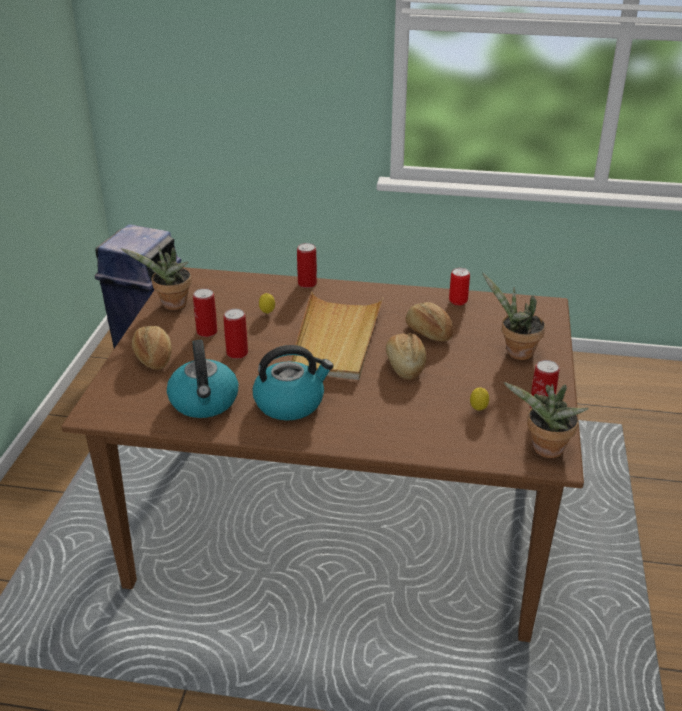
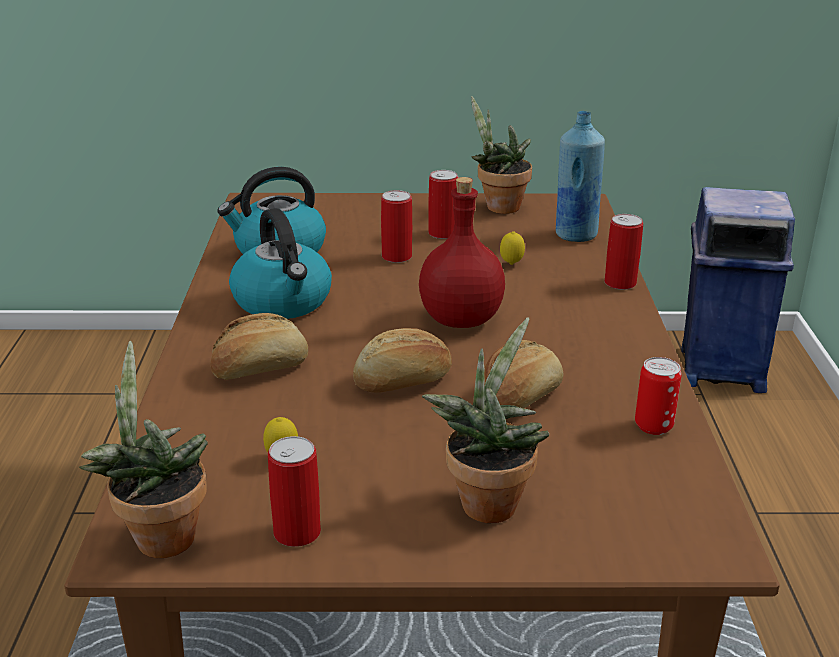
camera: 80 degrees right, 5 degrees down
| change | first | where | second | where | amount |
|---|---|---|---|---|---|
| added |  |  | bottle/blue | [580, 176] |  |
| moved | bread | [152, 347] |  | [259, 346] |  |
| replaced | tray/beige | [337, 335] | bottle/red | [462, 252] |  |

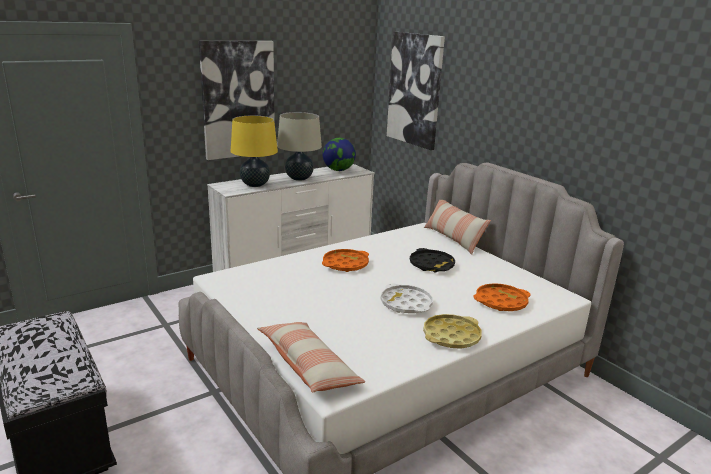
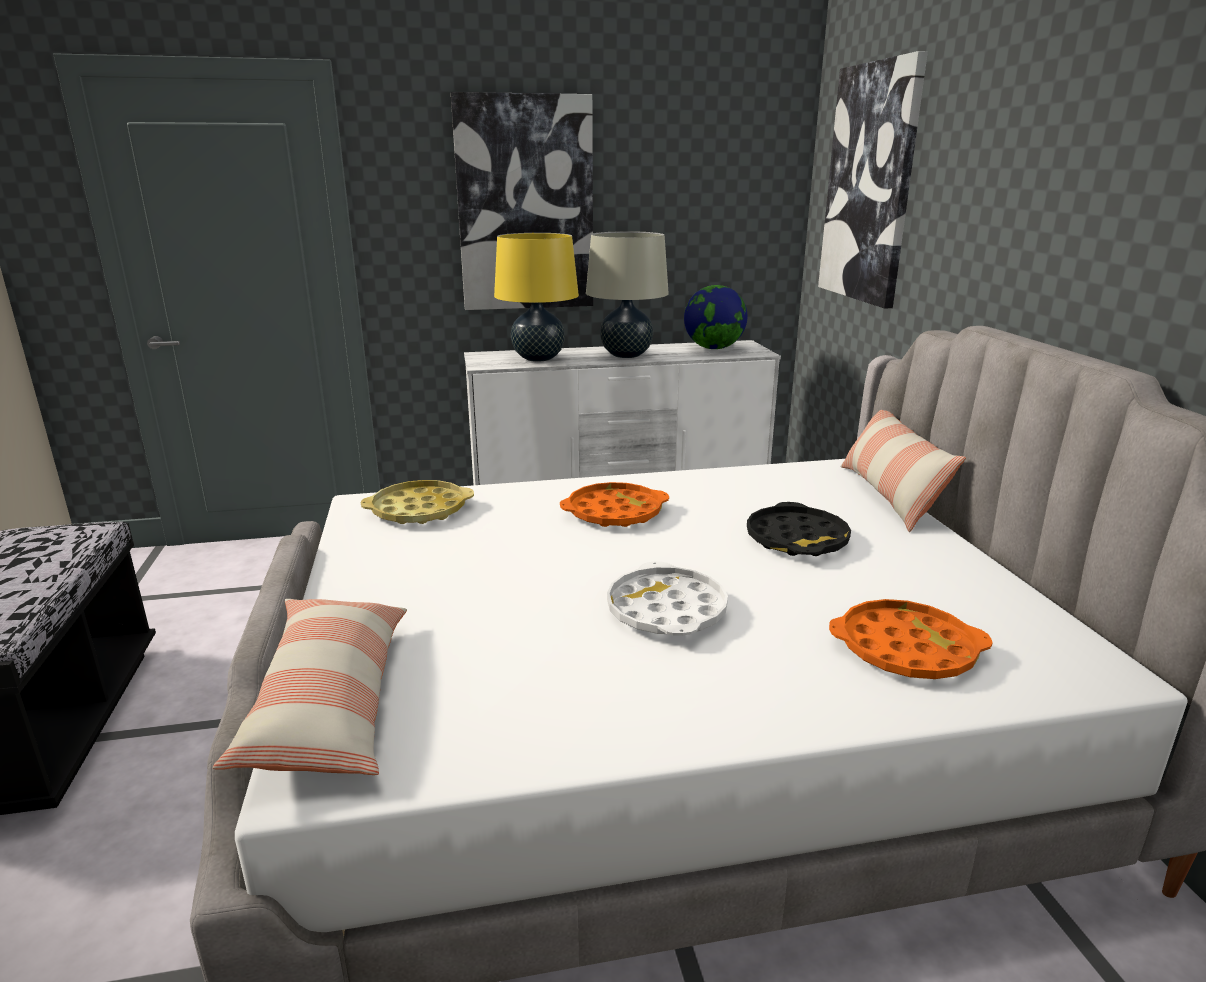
camera: 25 degrees right, 0 degrees up
| change | first | where | second | where | amount |
|---|---|---|---|---|---|
| moved | tray/yellow | [452, 331] |  | [417, 502] |  |

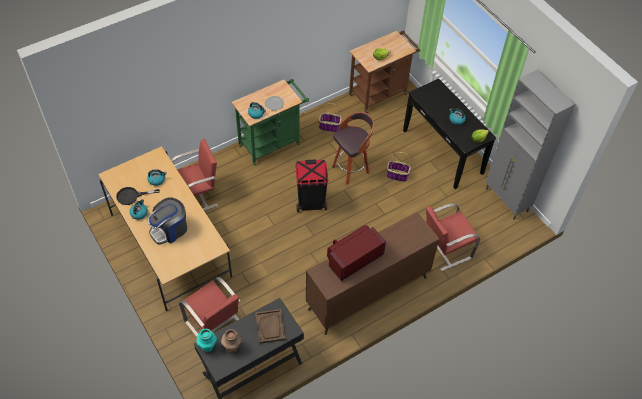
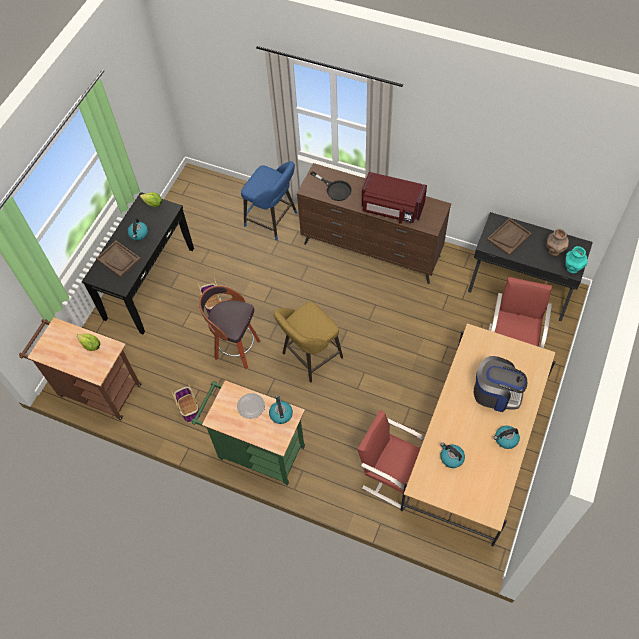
camera: 120 degrees left, 5 degrees up
| change | first | where | second | where | amount |
|---|---|---|---|---|---|
| removed | cabinet/grey | [530, 144] |  |  |  |
| added |  |  | tray/brown | [118, 259] |  |
| moved | frying pan/black | [138, 196] |  | [331, 186] |  |
| replaced | trash can/black | [311, 185] | stool/yellow | [308, 342] |  |
| replaced | chair/red | [453, 237] | stool/blue | [269, 201] |  |

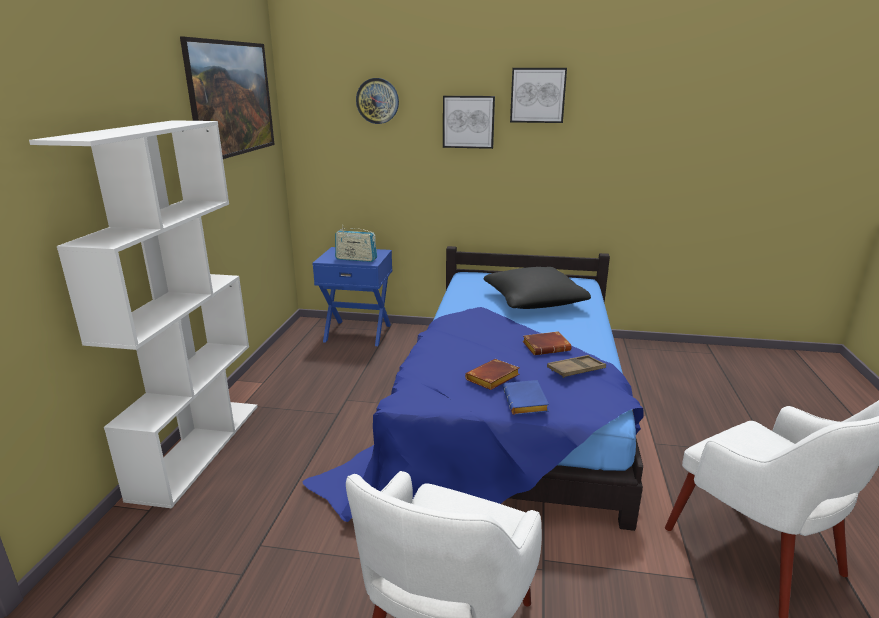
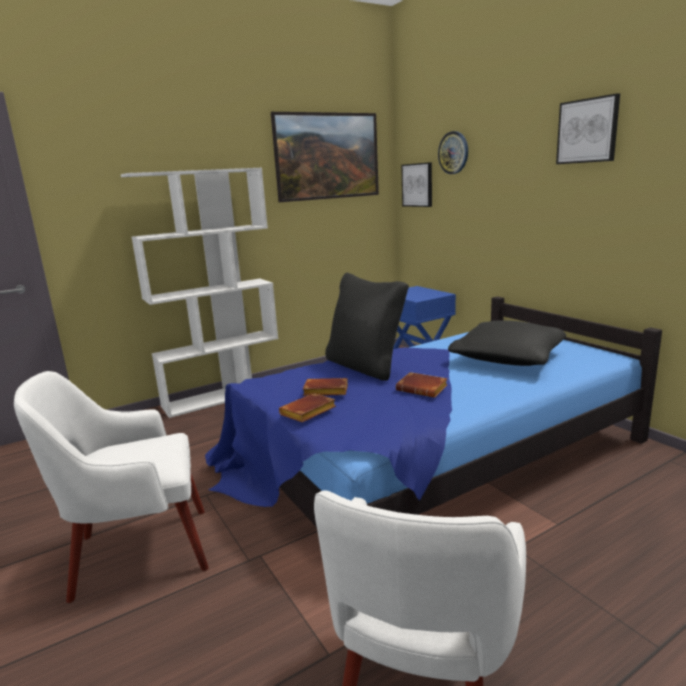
camera: 50 degrees right, 5 degrees down
| change | first | where | second | where | amount |
|---|---|---|---|---|---|
| removed | radio | [356, 243] |  |  |  |
| removed | tray/brown | [576, 366] |  |  |  |
| added |  |  | pillow/black | [367, 327] |  |
| moved | picture | [469, 122] |  | [416, 184] |  |
| recoloured | book/blue | [526, 397] | book/brown | [307, 407] |  |

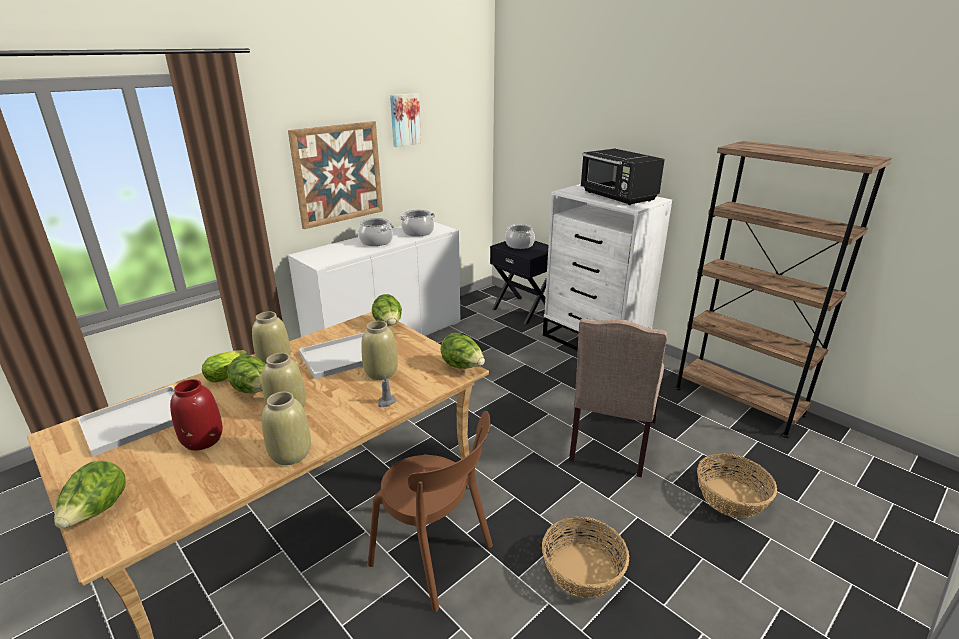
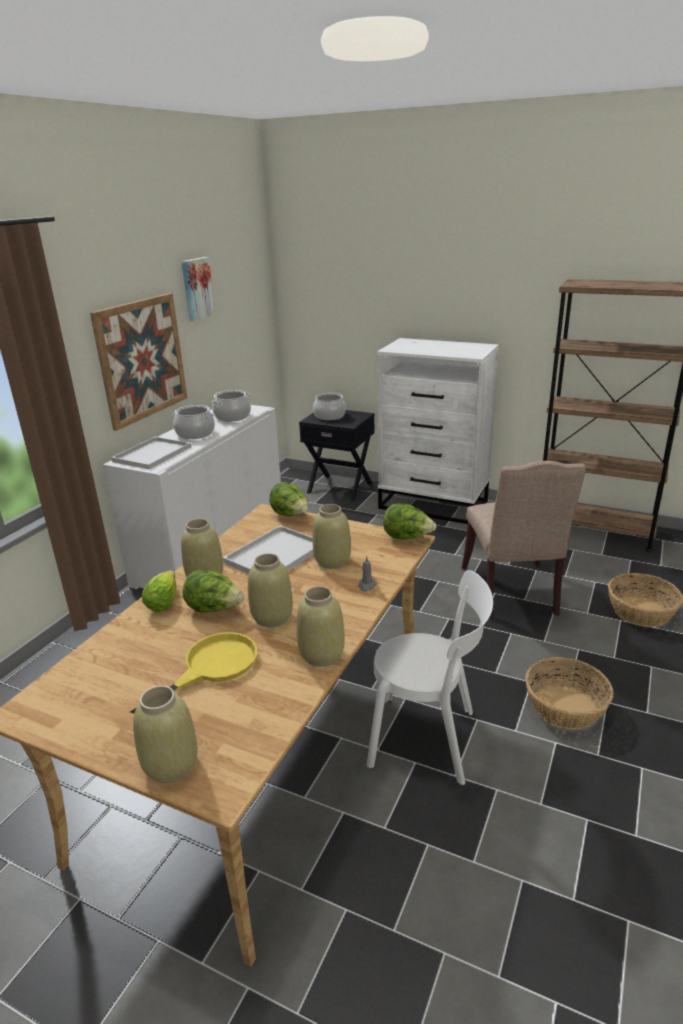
camera: 20 degrees left, 0 degrees up
| change | first | where | second | where | amount |
|---|---|---|---|---|---|
| removed | microwave/black | [622, 177] |  |  |  |
| moved | tray/white | [126, 420] |  | [151, 453] |  |
| replaced | lettuce | [90, 494] | vase/beige | [165, 734] |  |
| replaced | vase/red | [196, 415] | frying pan/yellow | [193, 674] |  |
| recoloured | chair/brown | [430, 511] | chair/white | [430, 677] |  |

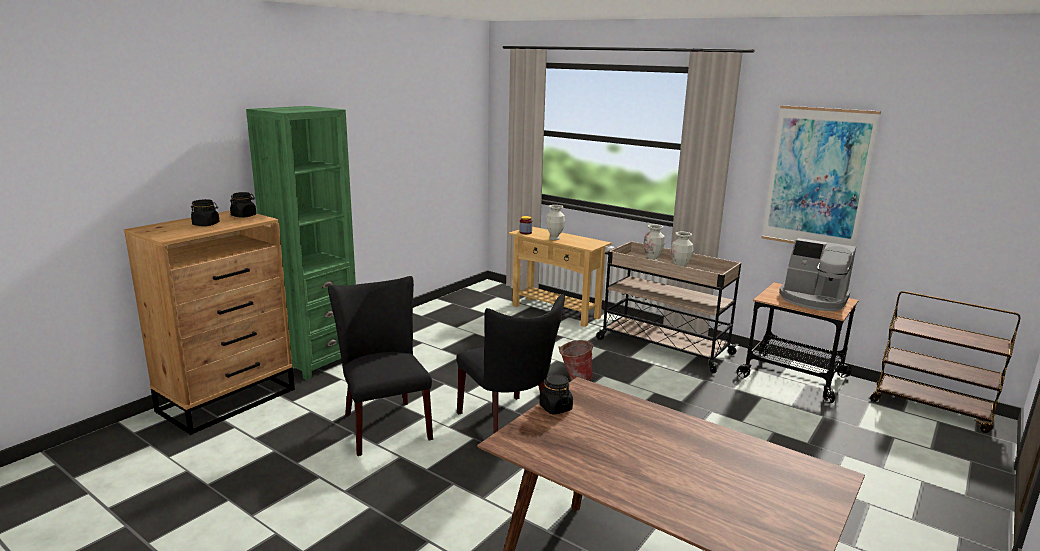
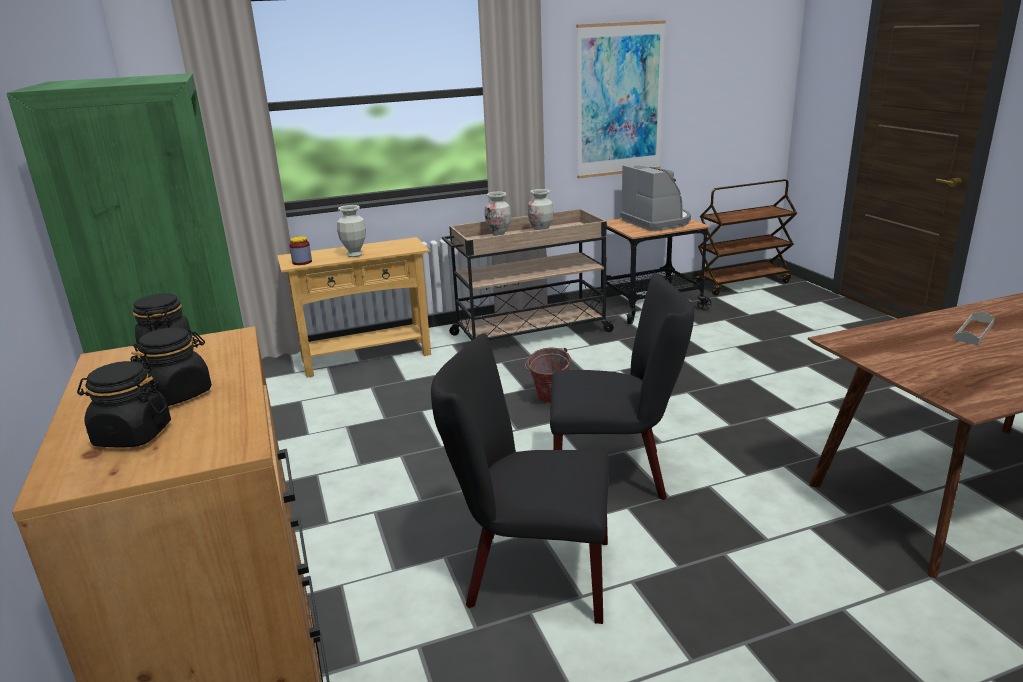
camera: 55 degrees left, 5 degrees up
| change | first | where | second | where | amount |
|---|---|---|---|---|---|
| added |  |  | tray/grey | [974, 328] |  |
| moved | jar/black | [556, 395] |  | [124, 404] |  |
| turned | coffee machine | [817, 274] |  | [655, 198] | 90 degrees counterclockwise |

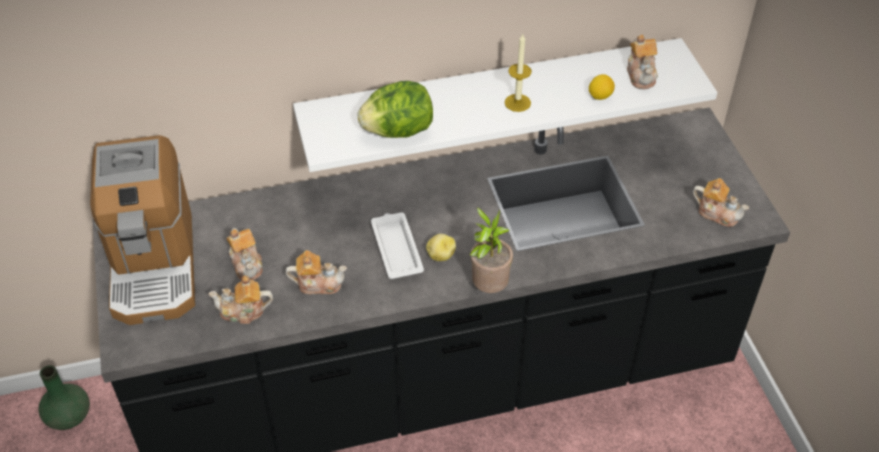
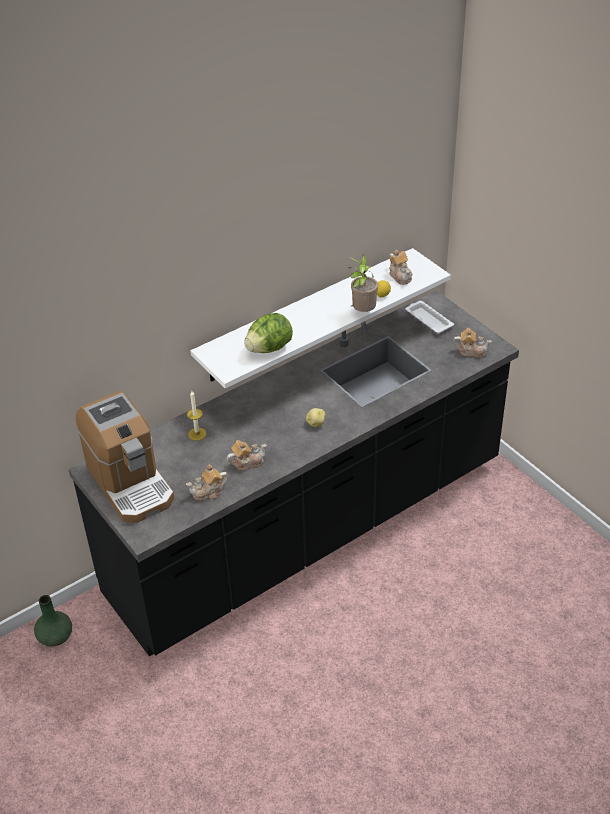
camera: 20 degrees left, 5 degrees down
| change | first | where | second | where | amount |
|---|---|---|---|---|---|
| removed | teapot | [244, 254] |  |  |  |
| moved | tray/white | [397, 246] |  | [429, 317] |  |
| moved | potted plant | [491, 250] |  | [363, 283] |  |
| moved | candle | [518, 73] |  | [196, 416] |  |

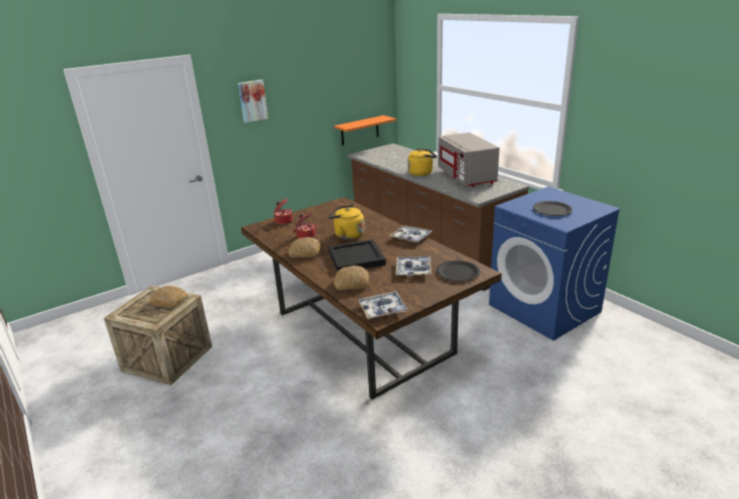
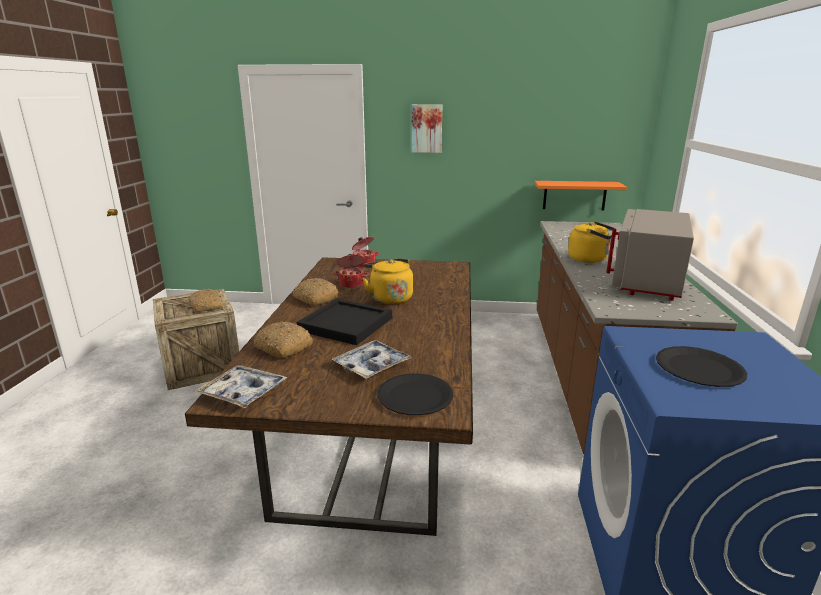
camera: 40 degrees right, 5 degrees down
| change | first | where | second | where | amount |
|---|---|---|---|---|---|
| removed | tray | [411, 234] |  |  |  |

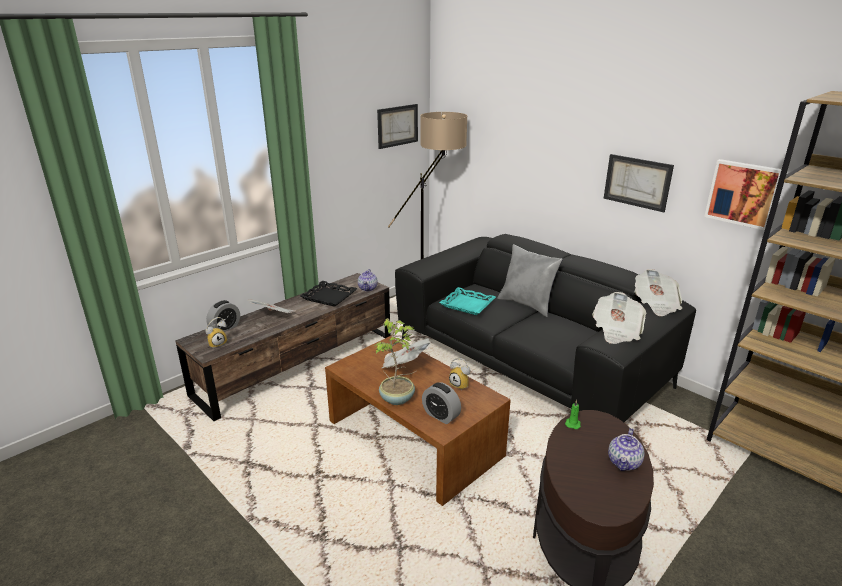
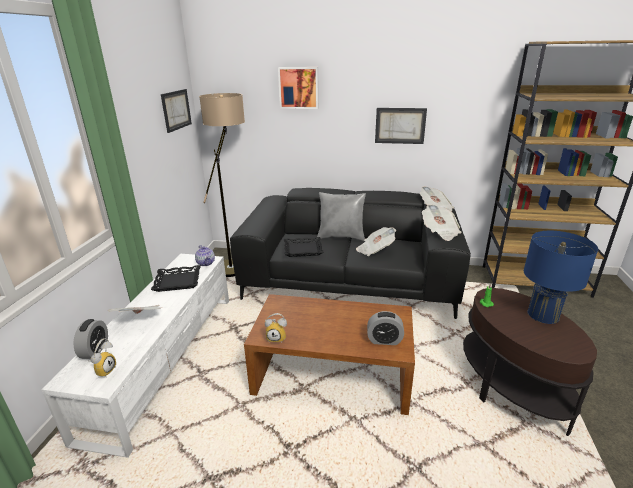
camera: 35 degrees left, 0 degrees up
| change | first | where | second | where | amount |
|---|---|---|---|---|---|
| removed | potted plant | [395, 361] |  |  |  |
| moved | newspaper | [406, 353] |  | [376, 241] |  |
| moved | alarm clock | [459, 374] |  | [276, 328] |  |
| moved | picture | [743, 194] |  | [298, 88] |  |
| replaced | teapot | [626, 449] | table lamp/blue | [561, 277] |  |
| recoloured | tv stand/brown | [282, 347] | tv stand/white | [135, 356] |  |
| recoloured | tray/turquoise | [467, 301] | tray/black | [304, 247] |  |

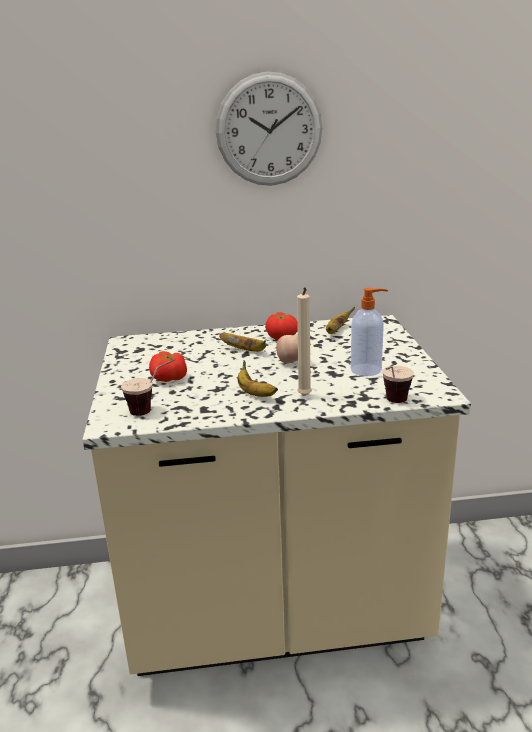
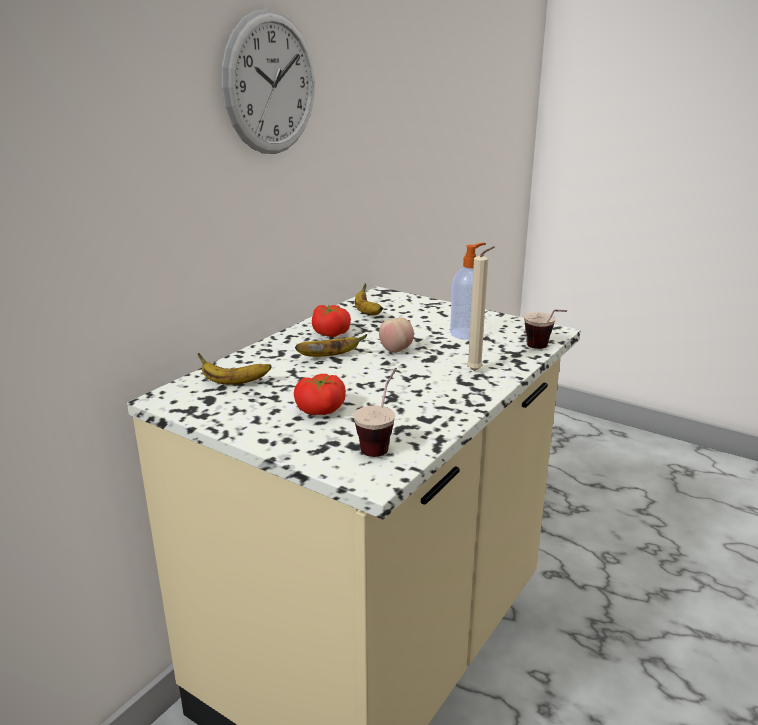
camera: 50 degrees left, 0 degrees up
| change | first | where | second | where | amount |
|---|---|---|---|---|---|
| moved | banana | [257, 378] |  | [234, 369] |  |

